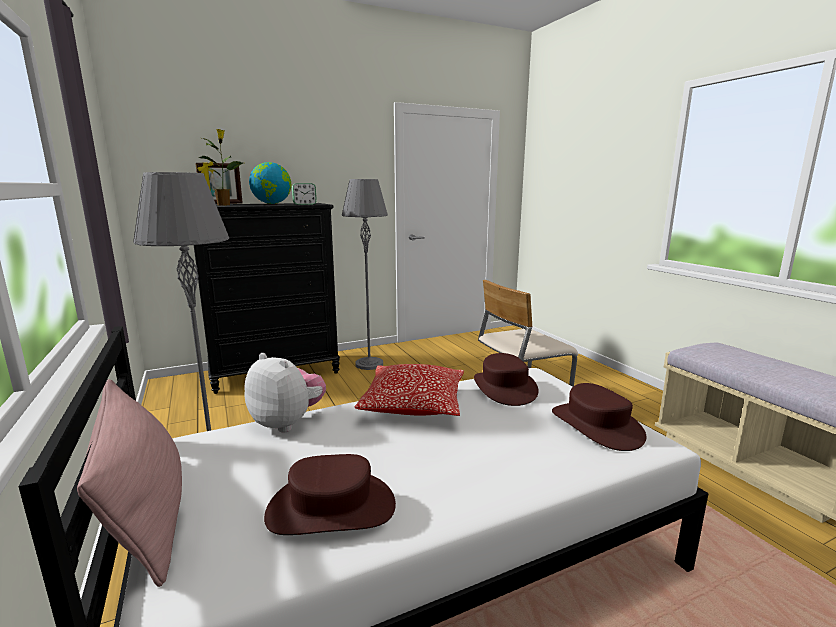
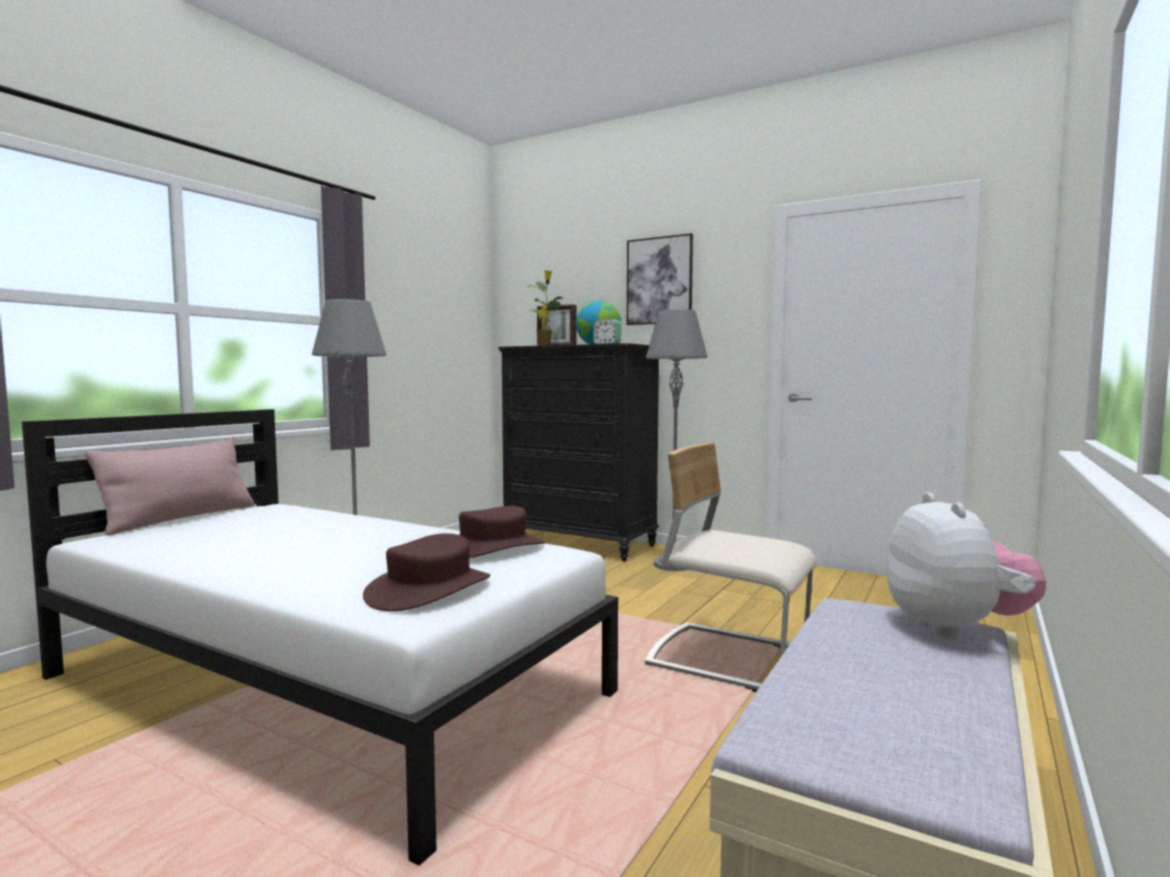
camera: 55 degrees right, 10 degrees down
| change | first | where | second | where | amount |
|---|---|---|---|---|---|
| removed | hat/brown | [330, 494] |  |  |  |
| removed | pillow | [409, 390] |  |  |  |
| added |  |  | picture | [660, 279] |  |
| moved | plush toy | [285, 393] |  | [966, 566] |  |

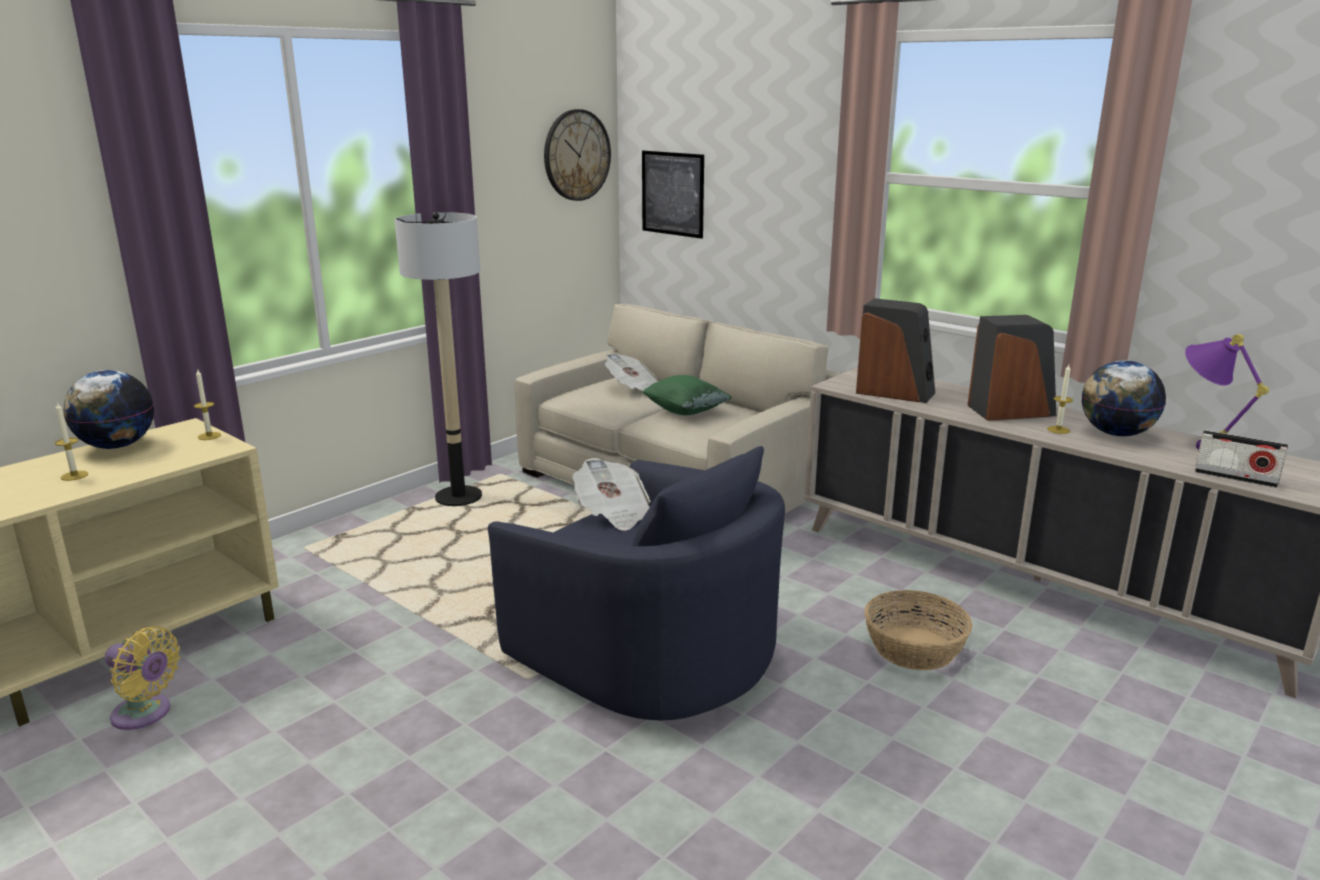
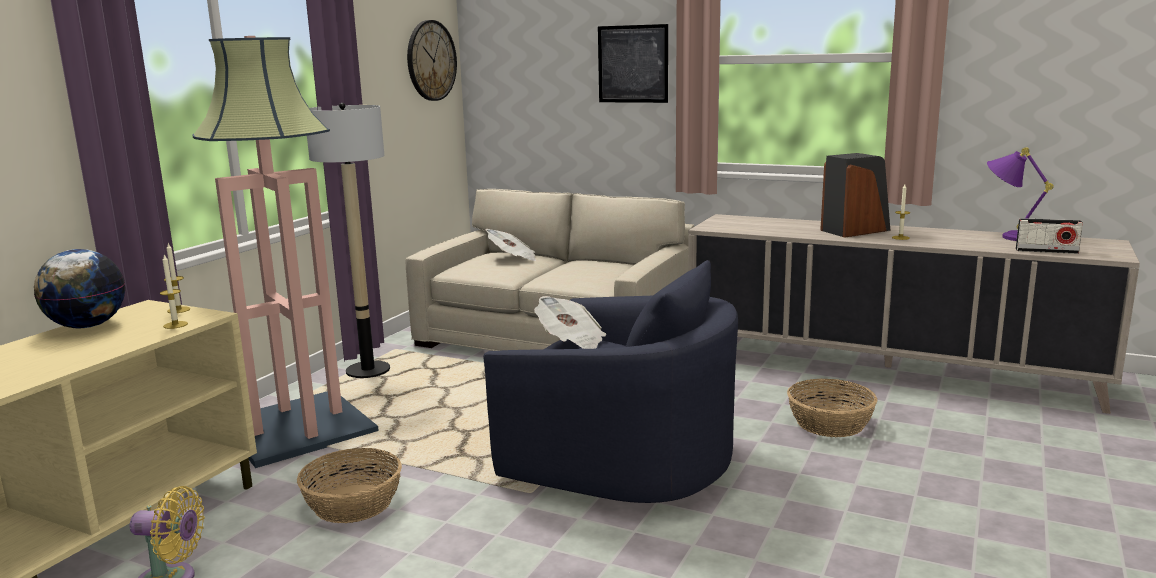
camera: 15 degrees left, 5 degrees down
| change | first | where | second | where | amount |
|---|---|---|---|---|---|
| removed | pillow/green | [687, 395] |  |  |  |
| removed | speaker | [895, 350] |  |  |  |
| removed | globe | [1124, 398] |  |  |  |
| added |  |  | floor lamp | [285, 252] |  |
| added |  |  | basket | [349, 485] |  |
| moved | candle | [71, 441] |  | [174, 292] |  |
| moved | picture | [673, 195] |  | [633, 63] |  |

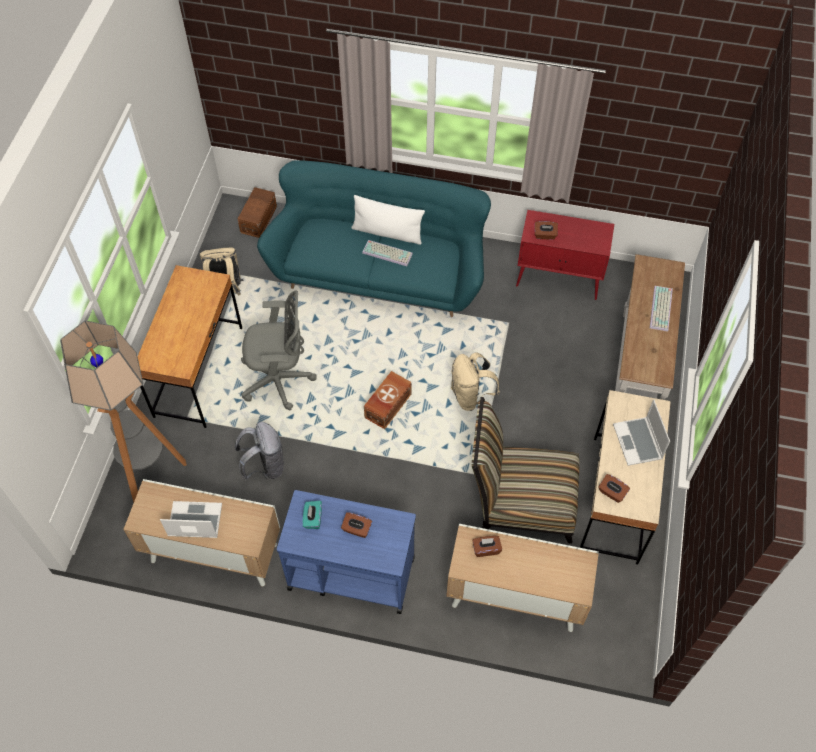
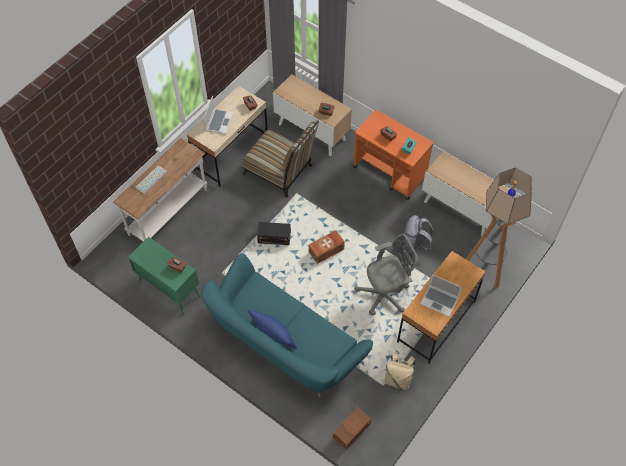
camera: 155 degrees left, 0 degrees up
| change | first | where | second | where | amount |
|---|---|---|---|---|---|
| removed | keyboard | [387, 253] |  |  |  |
| moved | laptop | [191, 519] |  | [441, 295] |  |
| replaced | backpack/beige | [475, 381] | storage box/black | [274, 233] |  |
| recoloured | cart/blue | [346, 552] | cart/orange | [393, 155] |  |
| recoloured | pillow/white | [388, 220] | pillow/blue | [272, 329] |  |
| recoloured | cabinet/red | [565, 255] | cabinet/green | [164, 276] |  |
| turned | office chair/grey | [279, 350] |  | [386, 274] | 135 degrees clockwise |

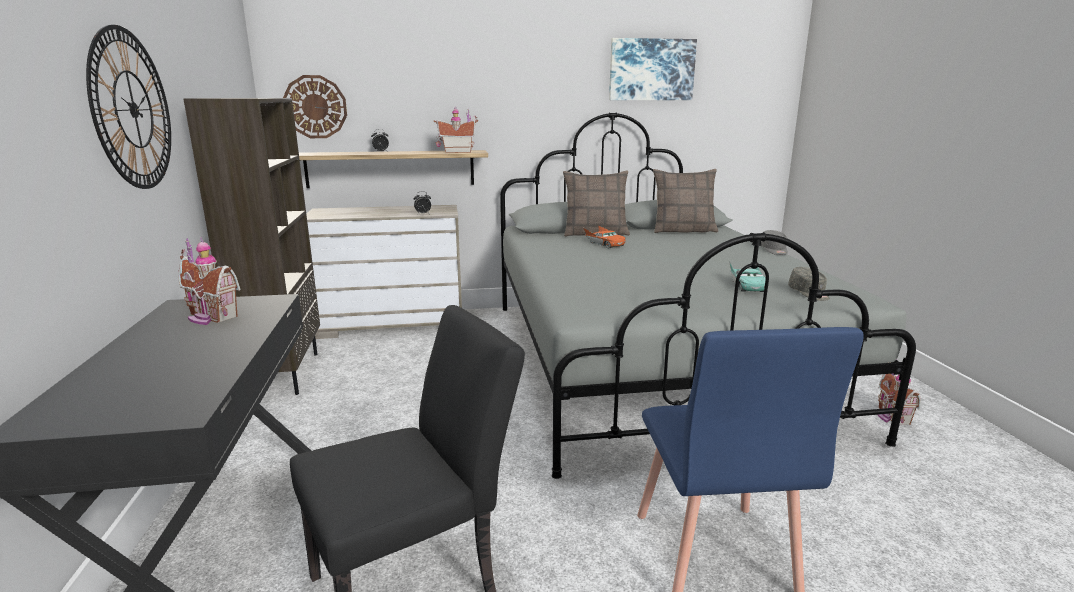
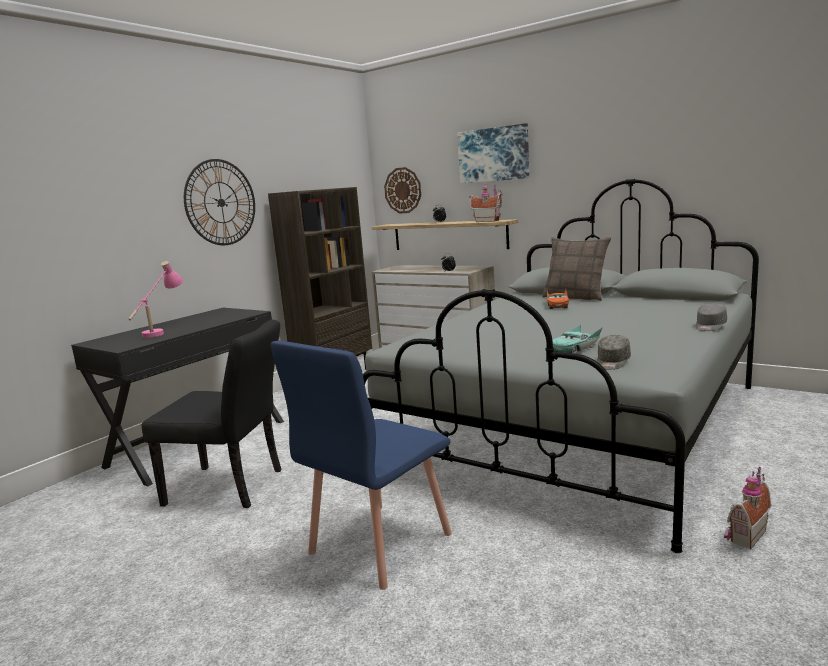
camera: 45 degrees right, 5 degrees down
| change | first | where | second | where | amount |
|---|---|---|---|---|---|
| removed | toy house | [209, 281] |  |  |  |
| removed | pillow | [685, 201] |  |  |  |
| added |  |  | table lamp/pink | [155, 299] |  |
| moved | picture | [653, 69] |  | [493, 153] |  |

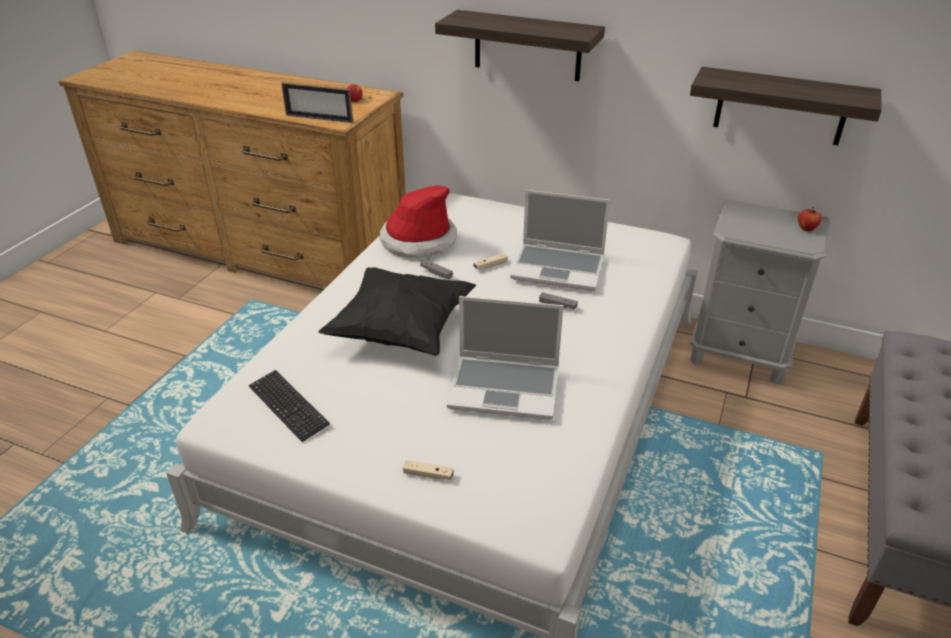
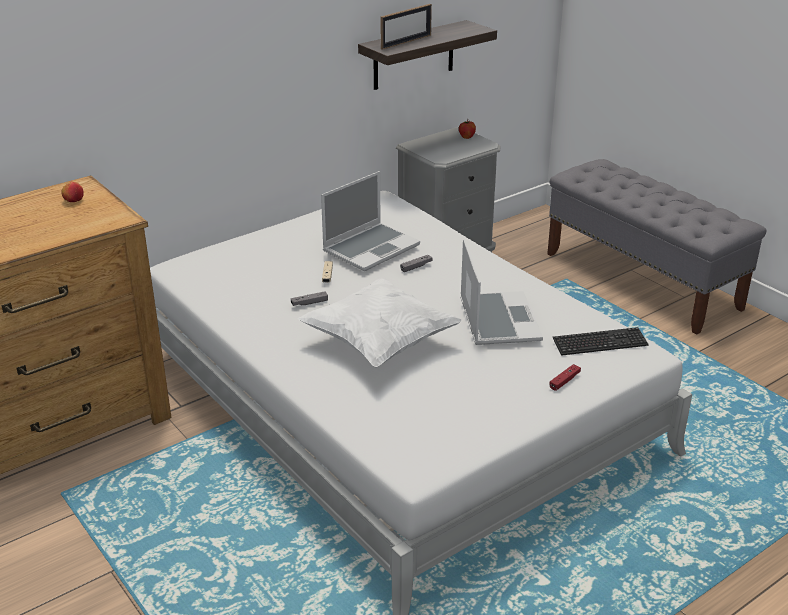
camera: 60 degrees left, 5 degrees down
| change | first | where | second | where | amount |
|---|---|---|---|---|---|
| removed | hat | [418, 221] |  |  |  |
| removed | shelf | [520, 45] |  |  |  |
| moved | keyboard | [289, 406] |  | [601, 341] |  |
| moved | picture frame | [317, 102] |  | [406, 27] |  |
| recoloured | pillow/black | [397, 311] | pillow/white | [379, 322] |  |
| recoloured | game controller/beige | [428, 470] | game controller/red | [565, 377] |  |
| turned | laptop | [505, 358] |  | [501, 292] | 45 degrees counterclockwise |

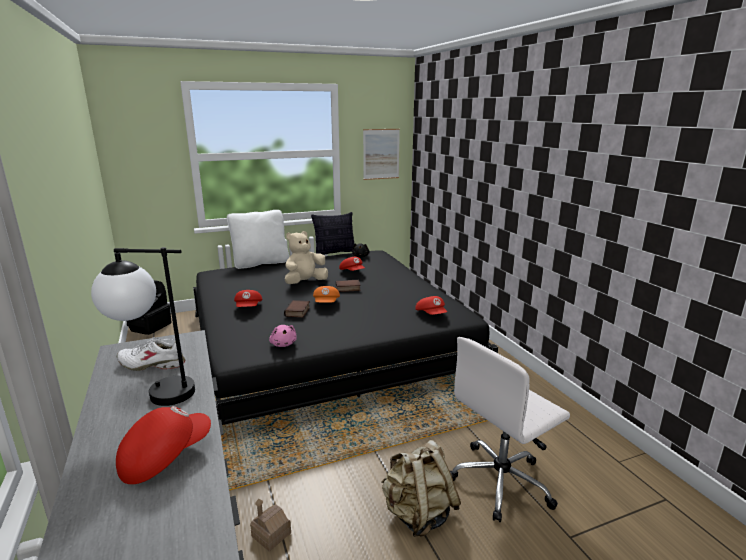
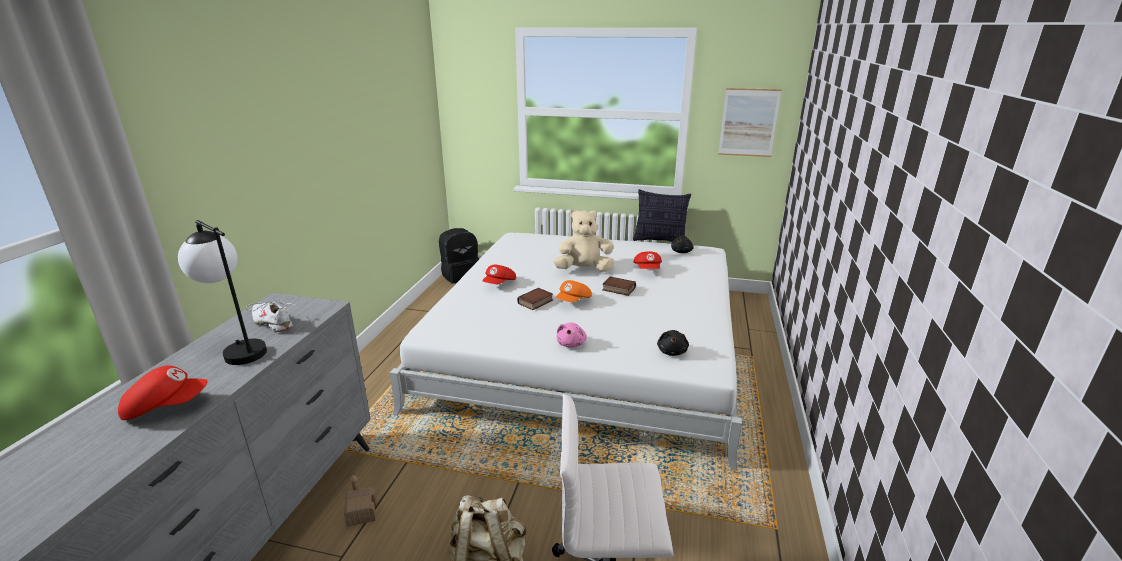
camera: 35 degrees right, 5 degrees up
| change | first | where | second | where | amount |
|---|---|---|---|---|---|
| removed | pillow/white | [258, 239] |  |  |  |
| moved | plush toy/pink | [283, 336] |  | [571, 335] |  |
| replaced | cap/red | [431, 305] | plush toy/black | [673, 343] |  |
| recoloured | bed/black | [345, 337] | bed/white | [566, 352] |  |

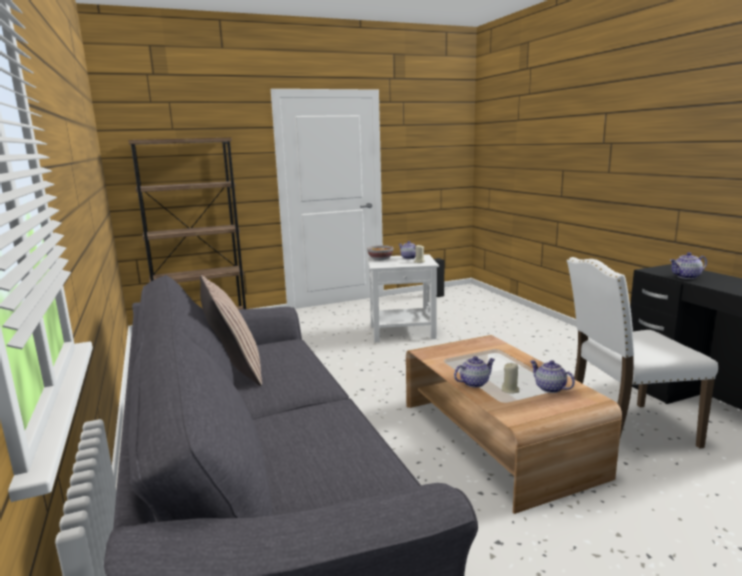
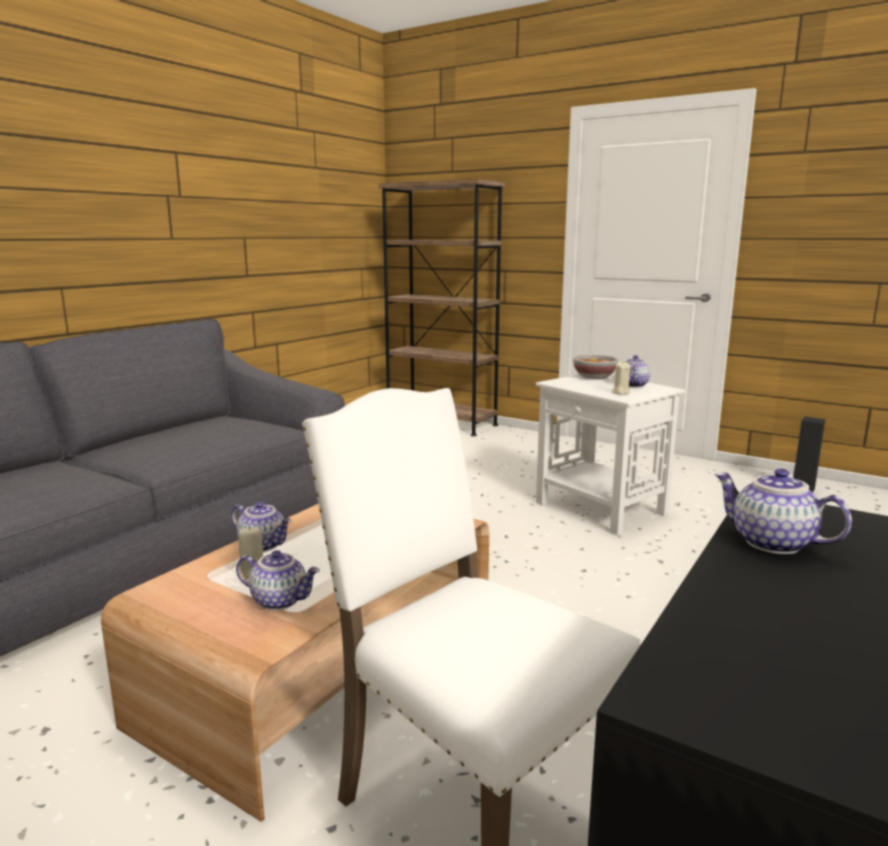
camera: 55 degrees right, 0 degrees up
| change | first | where | second | where | amount |
|---|---|---|---|---|---|
| removed | pillow | [231, 330] |  |  |  |
| turned | teapot | [552, 376] |  | [278, 580] | 90 degrees clockwise |

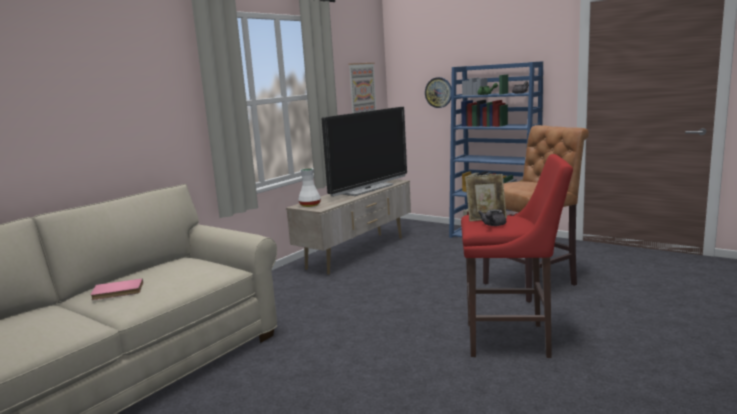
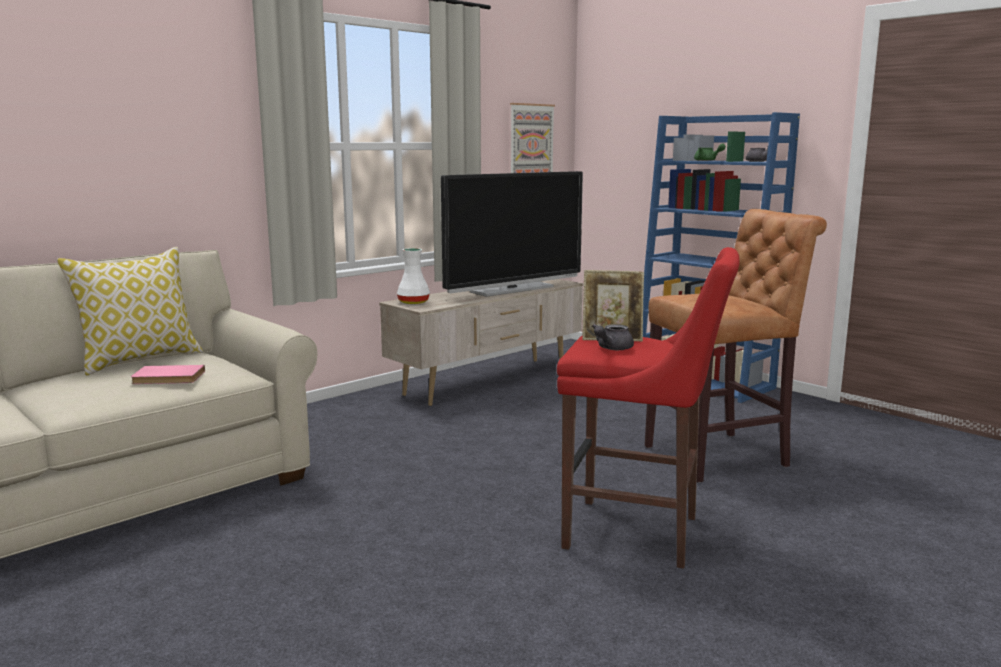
camera: 10 degrees right, 0 degrees up
| change | first | where | second | where | amount |
|---|---|---|---|---|---|
| removed | wall clock | [438, 92] |  |  |  |
| added |  |  | pillow | [130, 311] |  |
| moved | book/pink | [116, 289] |  | [168, 374] |  |

